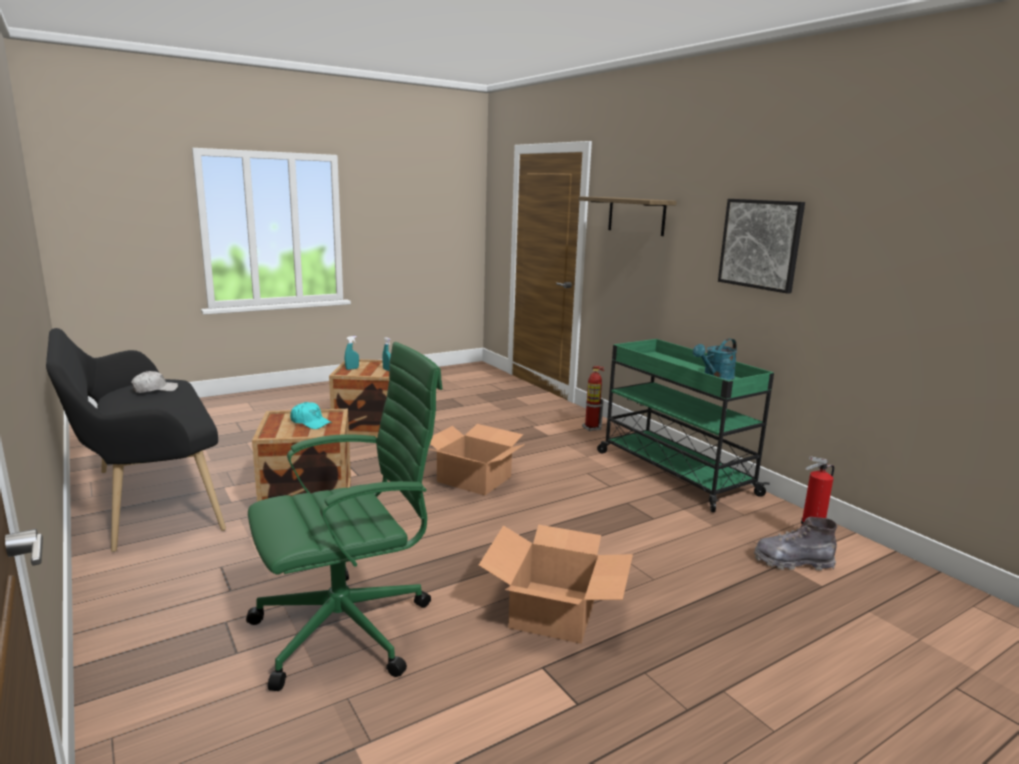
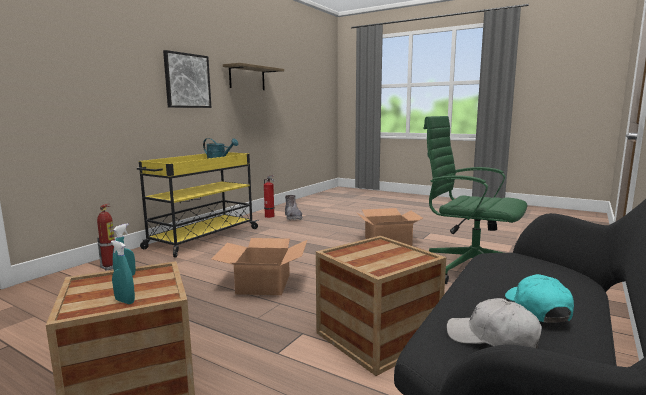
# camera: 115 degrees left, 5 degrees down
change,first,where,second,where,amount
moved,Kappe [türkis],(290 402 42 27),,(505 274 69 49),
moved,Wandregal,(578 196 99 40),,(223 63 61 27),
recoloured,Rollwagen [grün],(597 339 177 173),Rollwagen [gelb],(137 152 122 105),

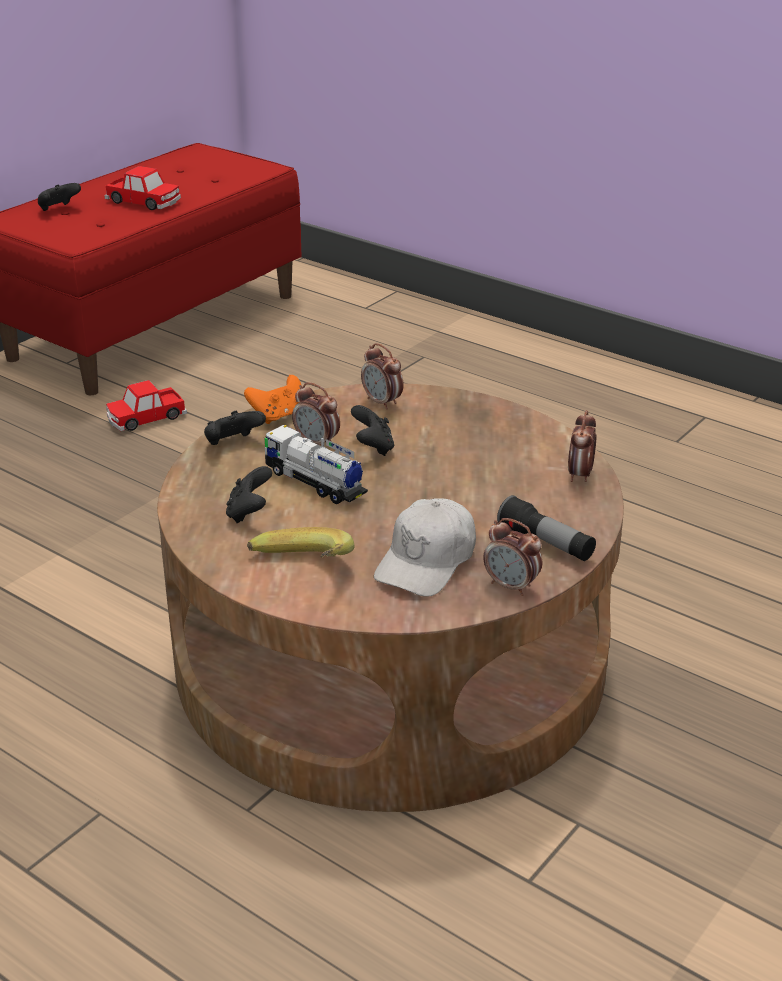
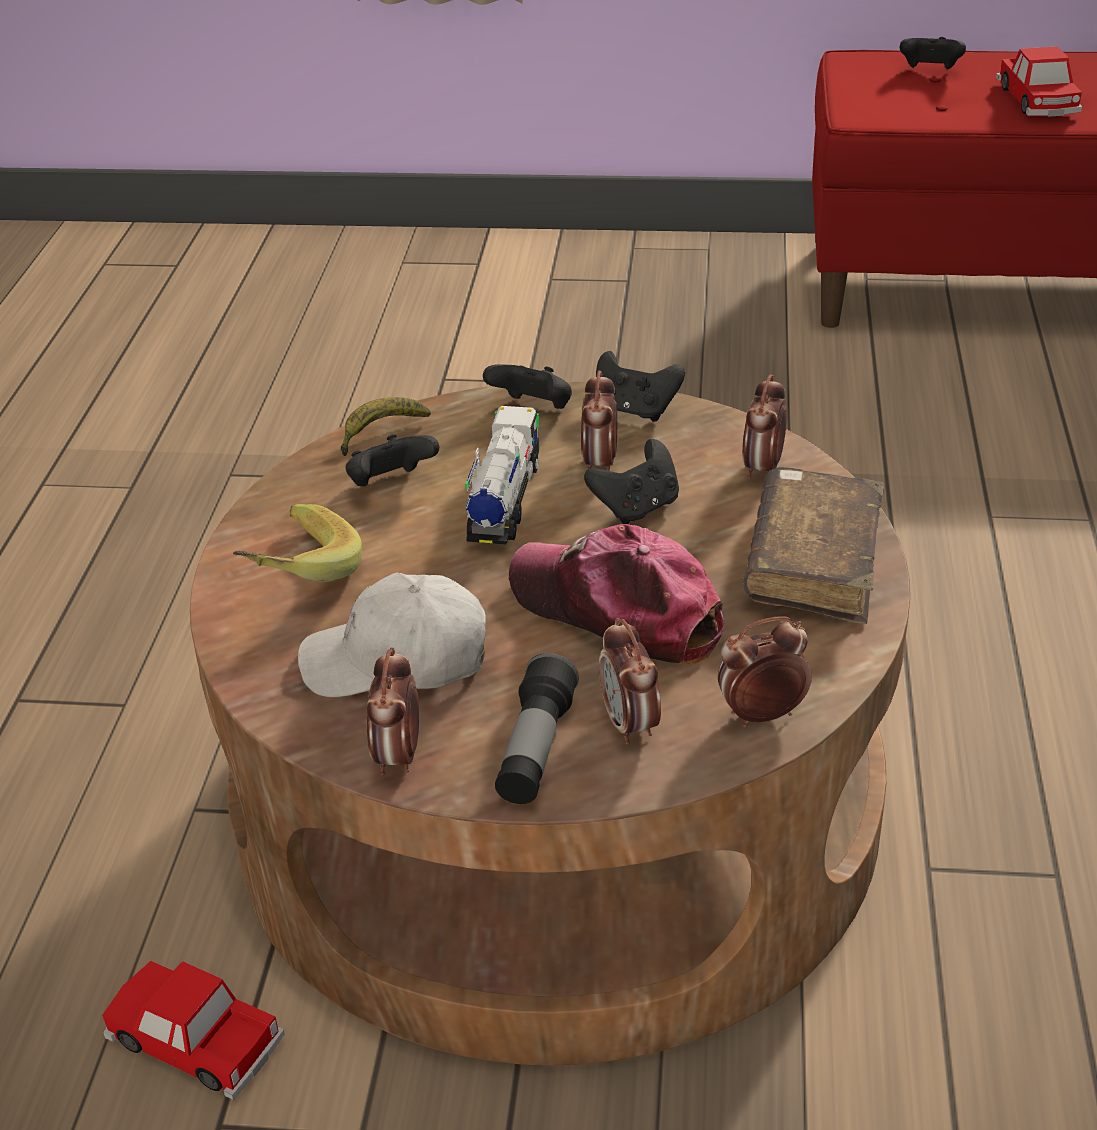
# camera: 60 degrees right, 5 degrees up
change,first,where,second,where,amount
moved,Spielzeugauto,(106 380 81 51),,(102 961 183 139),
recoloured,Gamepad [orange],(244 375 57 49),Gamepad [schwarz],(596 351 89 70),
added,,,Banane,(341 397 90 59),
added,,,Kappe,(509 524 215 141),
added,,,Wecker,(599 618 62 127),
added,,,Buch [braun],(743 467 141 157),

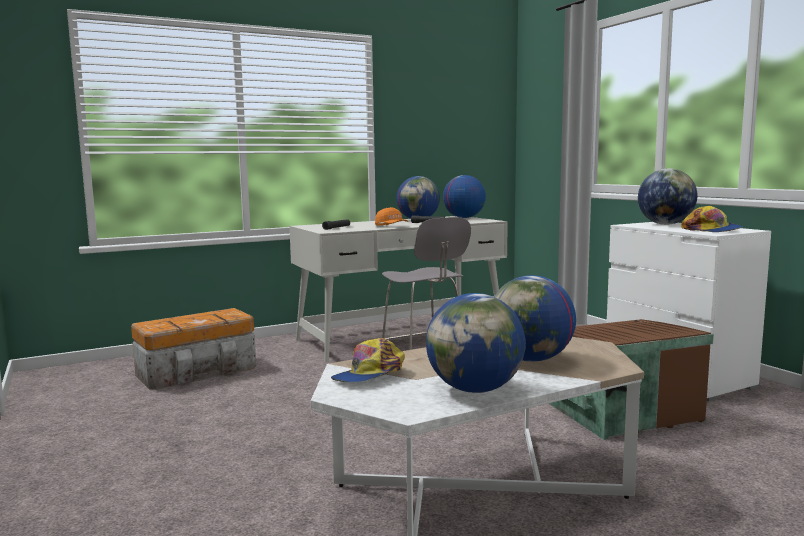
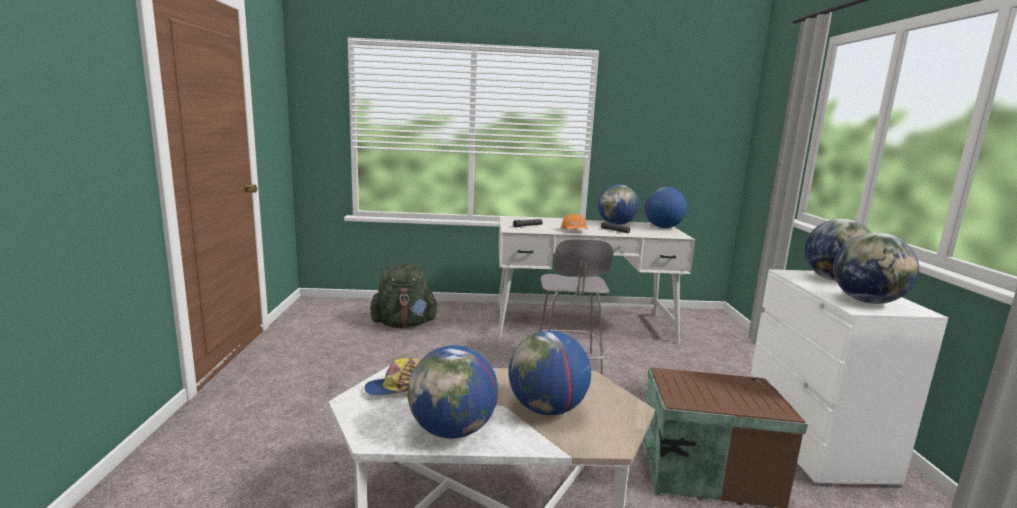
# camera: 25 degrees right, 5 degrees up
change,first,where,second,where,amount
replaced,Aufbewahrungsbox,(131 308 125 82),Rucksack [grün],(370 264 69 64),
replaced,Kappe,(681 206 61 26),Globus,(833 233 86 71),

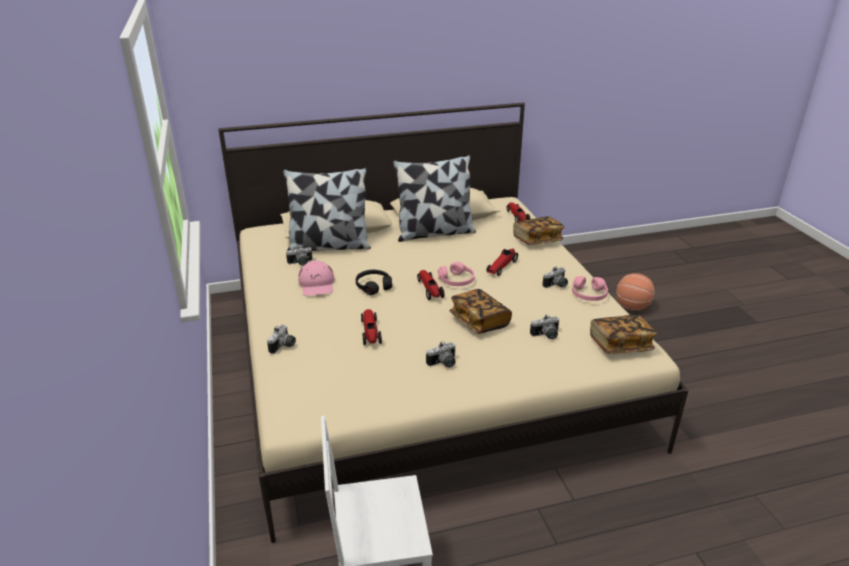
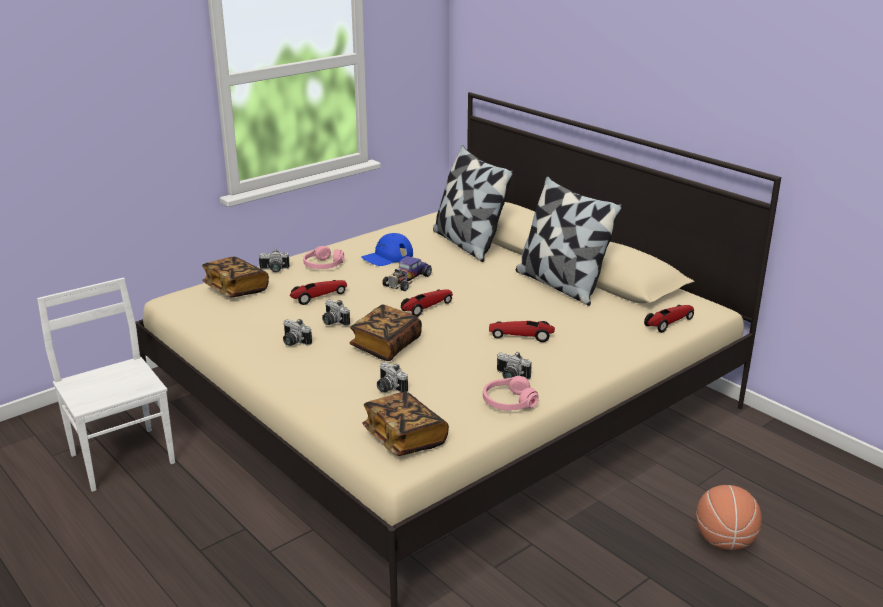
# camera: 65 degrees right, 5 degrees down
change,first,where,second,where,amount
moved,Kamera,(286 246 26 20),,(322 300 28 26),
recoloured,Kappe [rosa],(298 260 36 36),Kappe [blau],(361 233 52 33),
replaced,Kopfhörer [schwarz],(356 270 36 25),Spielzeugauto,(382 256 50 35),
moved,Kopfhörer [rosa],(438 262 37 24),,(303 246 41 23),
moved,Buch,(513 216 52 29),,(202 257 67 40),

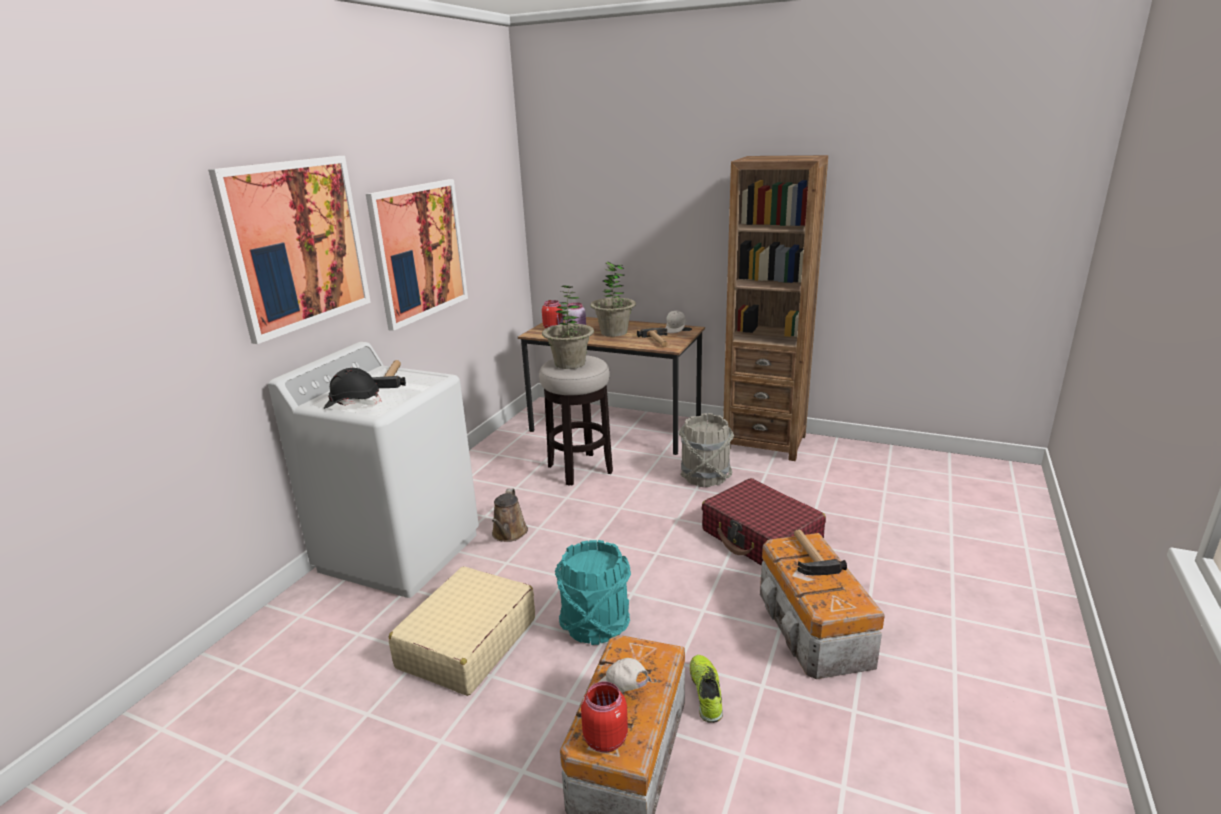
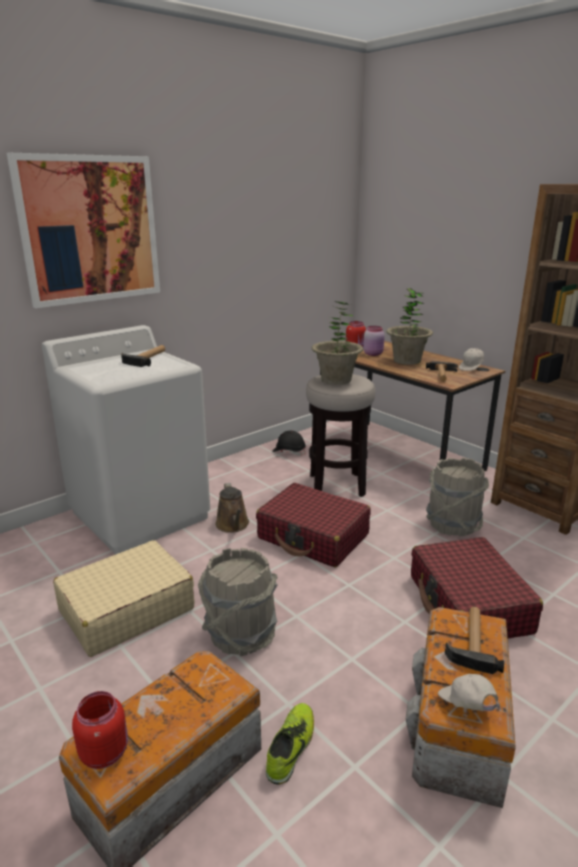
# camera: 25 degrees right, 0 degrees up
change,first,where,second,where,amount
moved,Schutzhelm [schwarz],(324 368 58 41),,(272 430 34 26),
removed,Bild,(366 179 102 152),,,
turned,Gießkanne [braun],(492 488 36 54),,(215 483 34 50),45 degrees counterclockwise
recoloured,Eimer [türkis],(555 540 76 105),Eimer [grau],(198 548 79 108),
moved,Kappe [weiß],(599 658 58 34),,(438 674 69 38),
added,,,Koffer [rot],(256 483 115 84),

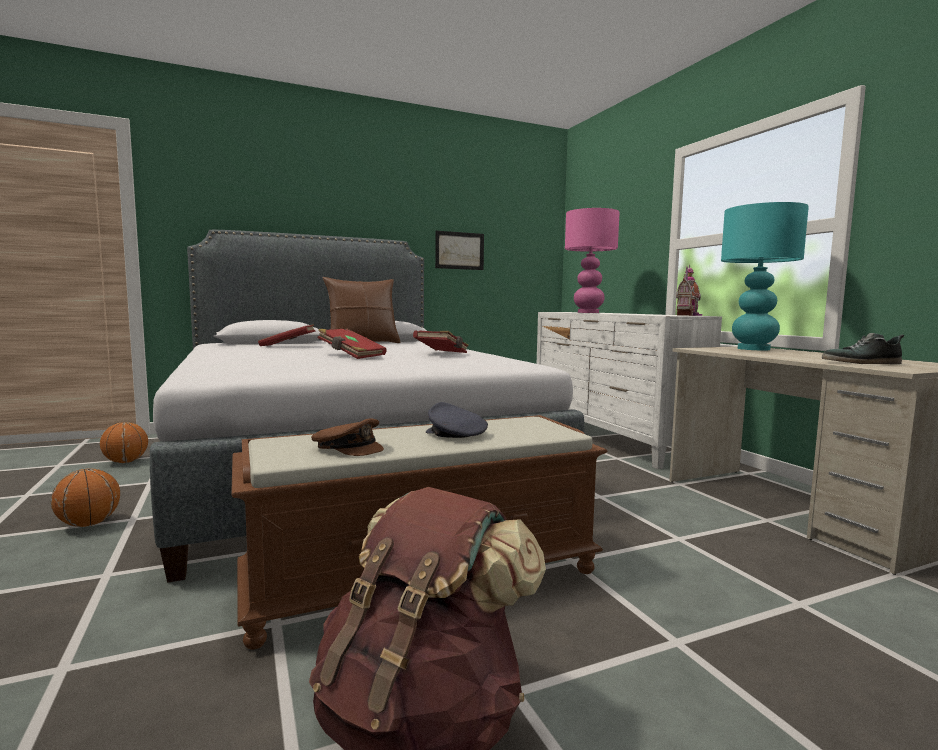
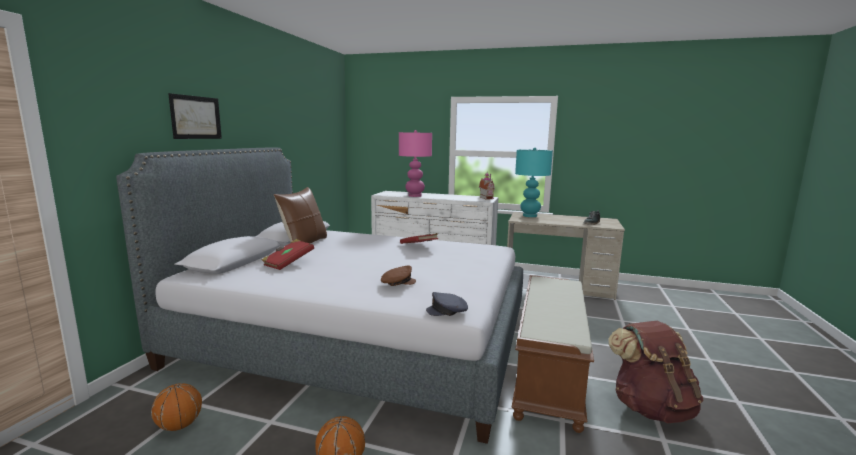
# camera: 50 degrees left, 5 degrees up
change,first,where,second,where,amount
moved,Kappe [braun],(311 418 73 38),,(381 265 35 21),
removed,Buch [rot],(318 329 69 30),,,
moved,Kappe [grau],(426 402 62 36),,(426 292 42 24),
moved,Bild,(435 231 49 39),,(168 93 54 46),

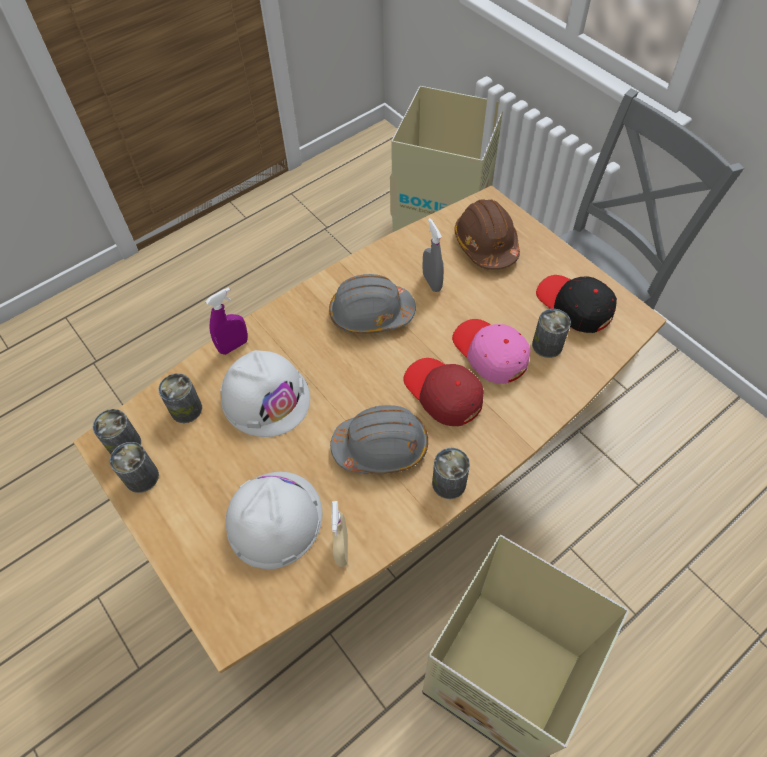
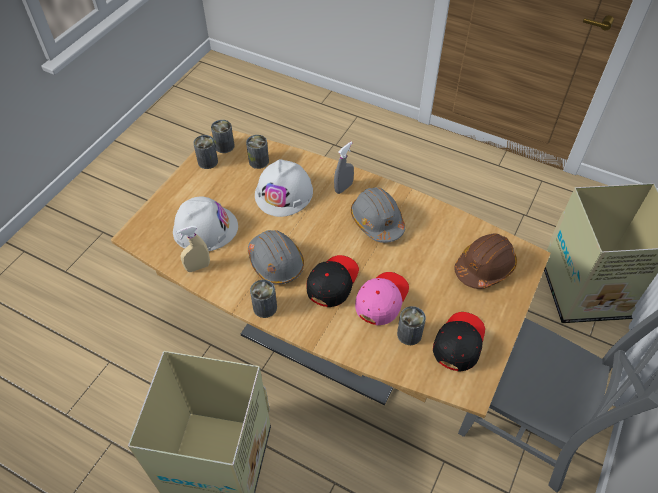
# camera: 65 degrees right, 5 degrees down
change,first,where,second,where,amount
removed,Sprühflasche [lila],(205 287 43 68),,,
recoloured,Kappe [rot],(403 358 81 68),Kappe [schwarz],(307 255 52 52),
moved,Sprühflasche [grau],(423 218 21 74),,(334 142 20 52),

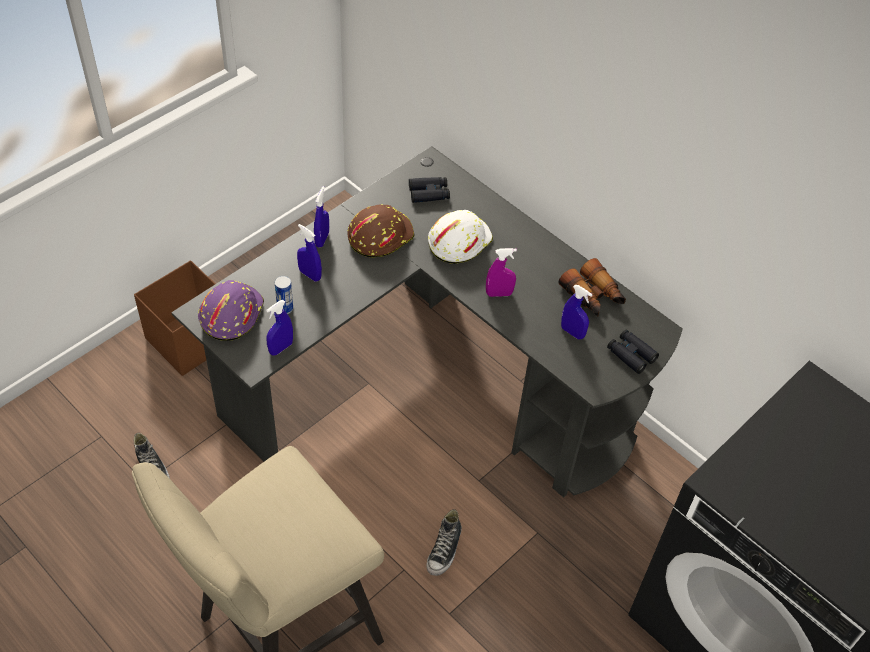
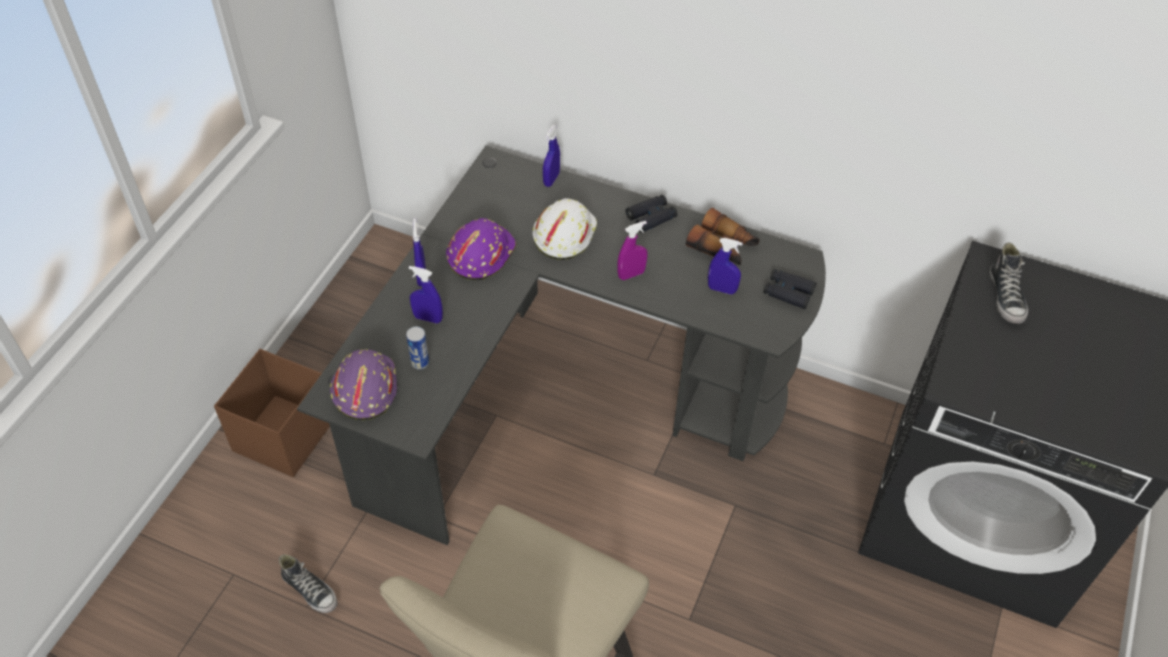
# camera: 20 degrees left, 0 degrees up
change,first,where,second,where,amount
moved,Sprühflasche [blau],(266 300 27 56),,(543 125 17 62),
recoloured,Schutzhelm [braun],(347 204 67 54),Schutzhelm [lila],(446 218 71 62),
moved,Fernglas [schwarz],(409 177 41 26),,(625 195 52 38),
moved,Schuh,(426 509 36 67),,(990 243 38 81),

